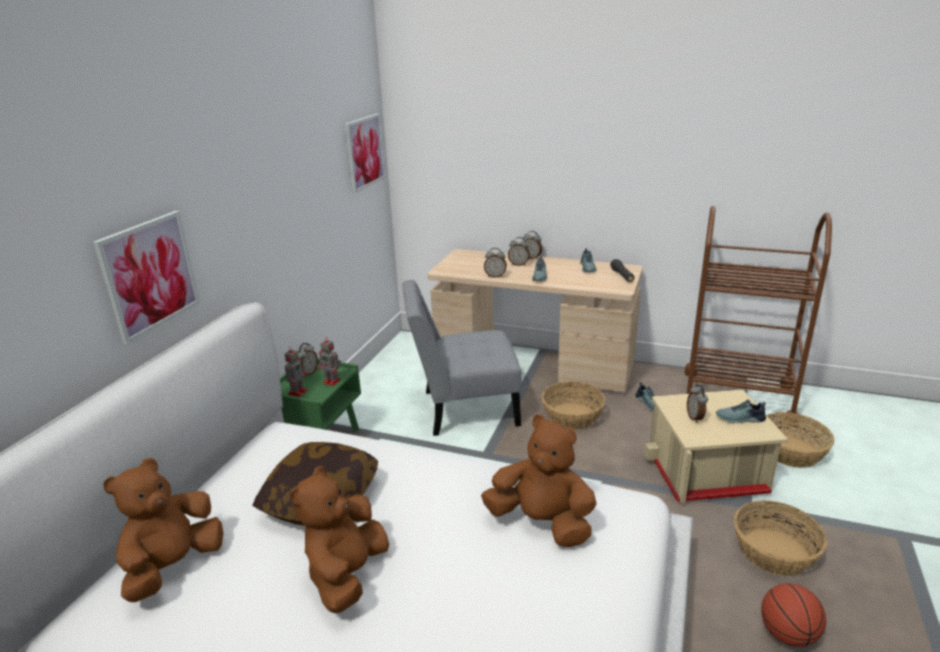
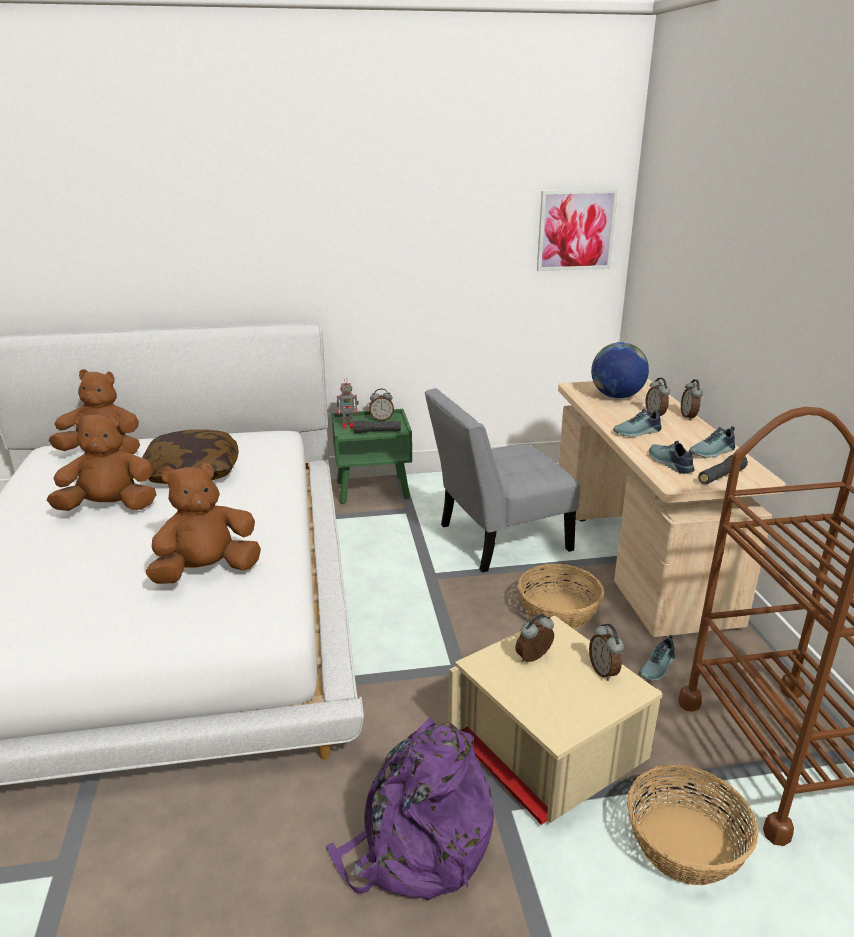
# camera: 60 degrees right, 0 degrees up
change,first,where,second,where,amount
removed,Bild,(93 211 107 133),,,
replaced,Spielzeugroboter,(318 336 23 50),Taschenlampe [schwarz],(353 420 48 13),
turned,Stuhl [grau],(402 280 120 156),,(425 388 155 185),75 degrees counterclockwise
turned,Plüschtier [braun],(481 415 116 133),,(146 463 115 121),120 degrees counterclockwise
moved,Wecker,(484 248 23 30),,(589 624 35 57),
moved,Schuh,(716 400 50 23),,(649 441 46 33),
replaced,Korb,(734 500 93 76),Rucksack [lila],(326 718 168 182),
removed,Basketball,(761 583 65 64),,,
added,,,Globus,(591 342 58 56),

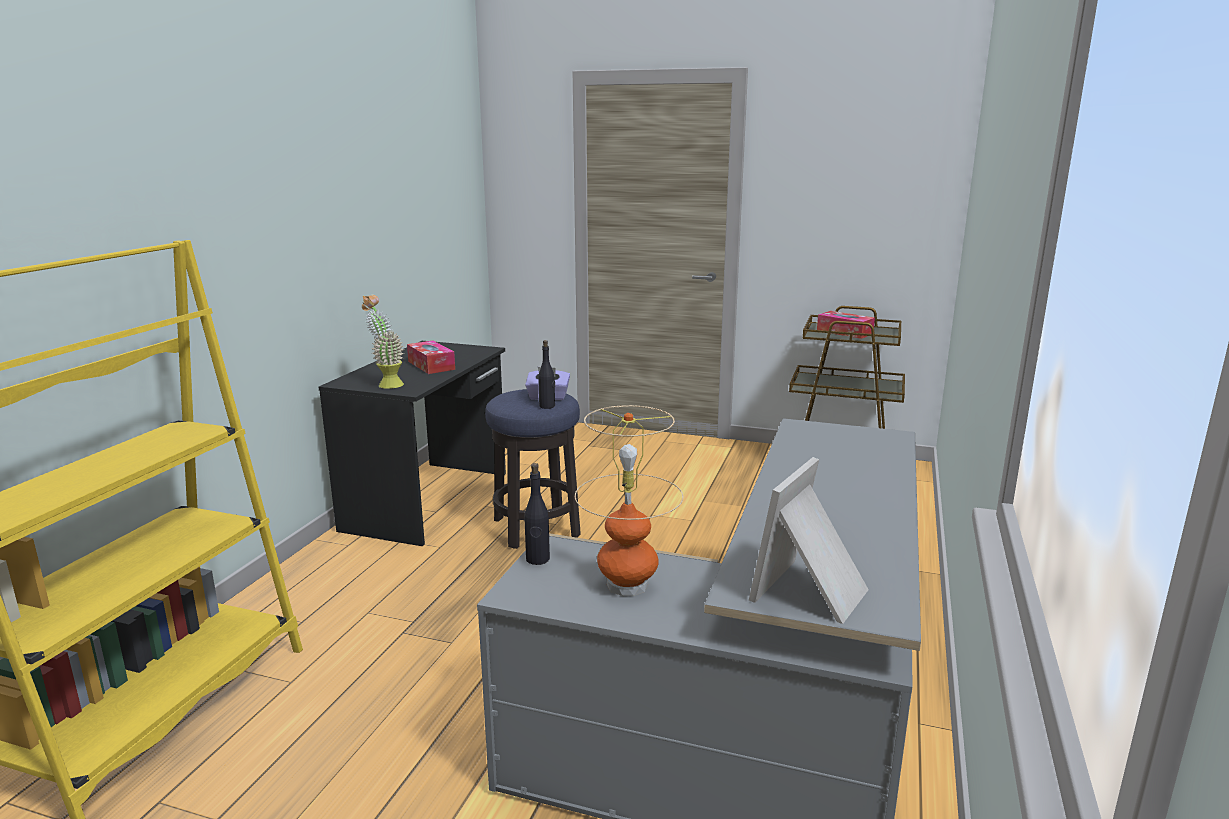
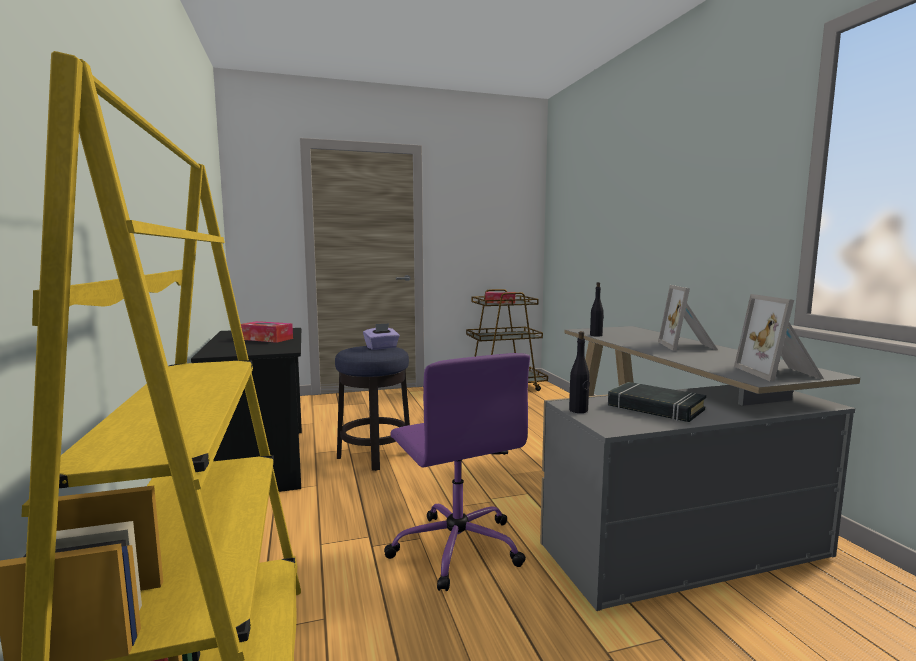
# camera: 35 degrees left, 10 degrees down
change,first,where,second,where,amount
removed,Topfpflanze,(362 295 42 94),,,
moved,Flasche [schwarz],(538 340 17 69),,(590 282 14 55),
replaced,Tischlampe,(575 405 108 191),Buch [schwarz],(608 382 98 40),
added,,,Bürostuhl [lila],(384 353 146 238),
added,,,Bilderrahmen,(658 285 60 66),

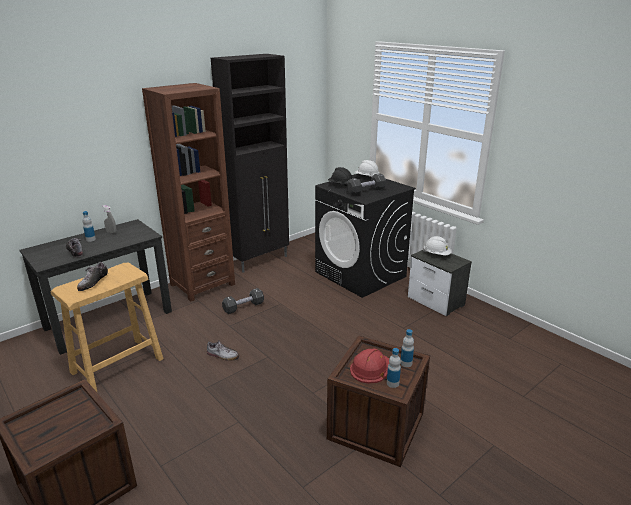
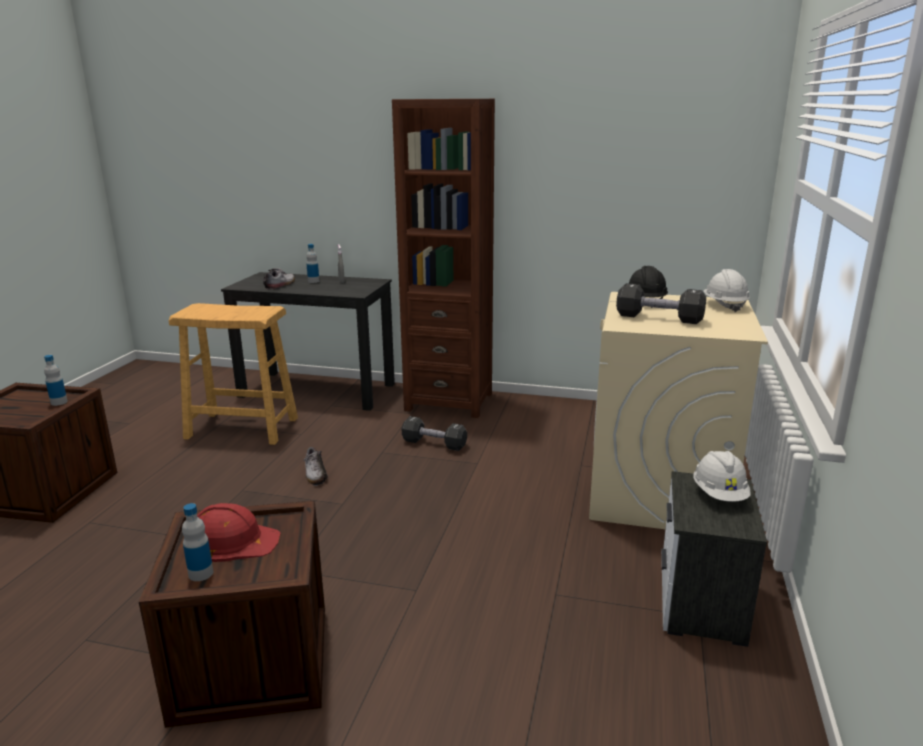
# camera: 55 degrees right, 5 degrees down
change,first,where,second,where,amount
removed,Schuh,(77 262 31 29),,,
removed,Schrank [schwarz],(211 54 78 218),,,
recoloured,Waschmaschine [schwarz],(315 174 101 124),Waschmaschine [beige],(589 292 179 237),
moved,Flasche,(400 329 14 38),,(44 355 24 51),

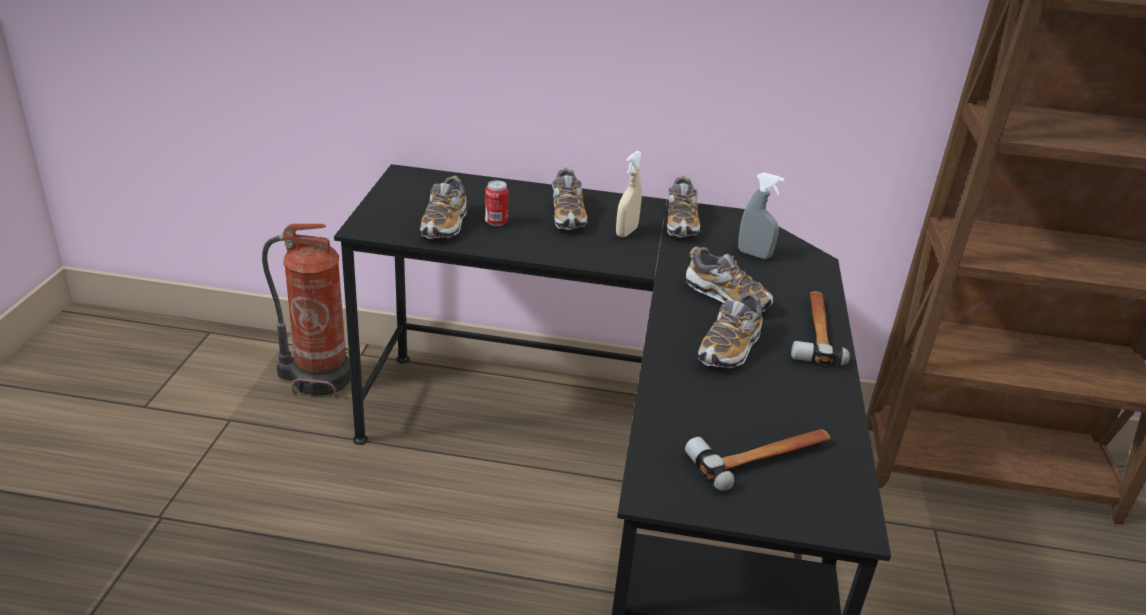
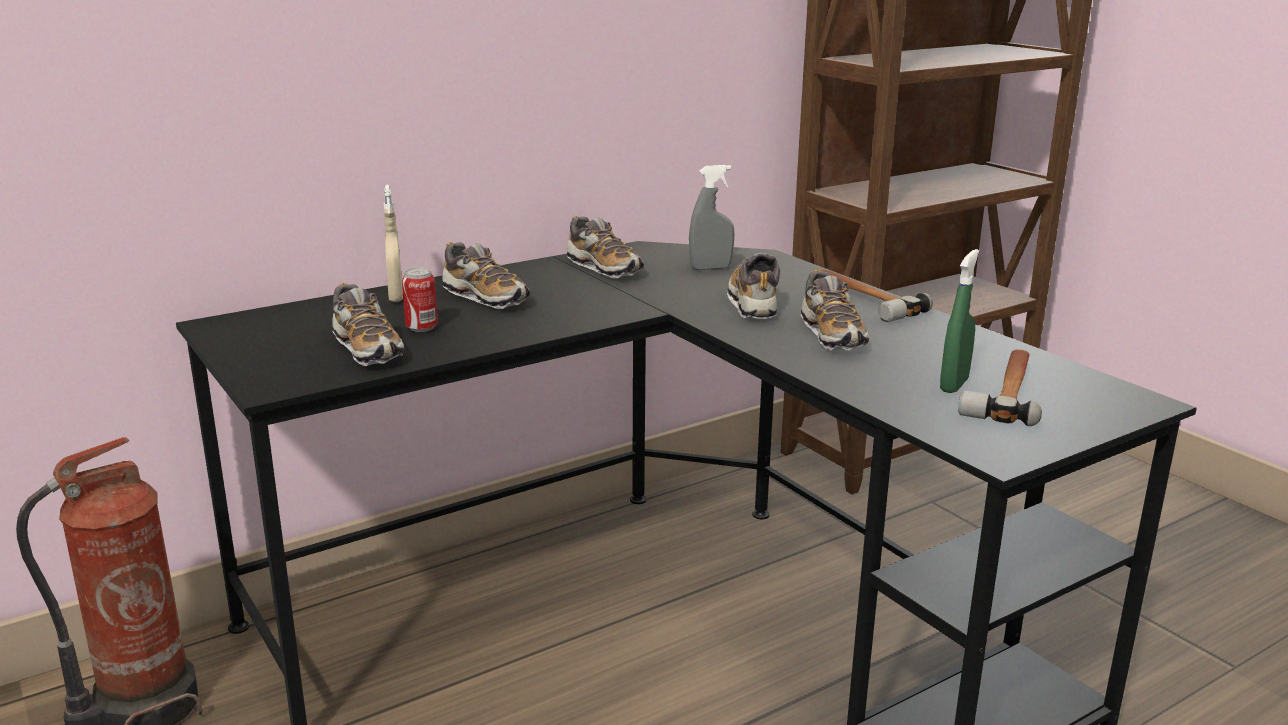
# camera: 40 degrees left, 10 degrees down
change,first,where,second,where,amount
moved,Sprühflasche [beige],(616 151 26 86),,(384 185 19 117),
turned,Schuh,(686 246 88 66),,(727 253 53 66),90 degrees counterclockwise
added,,,Sprühflasche [grün],(940 249 39 144),

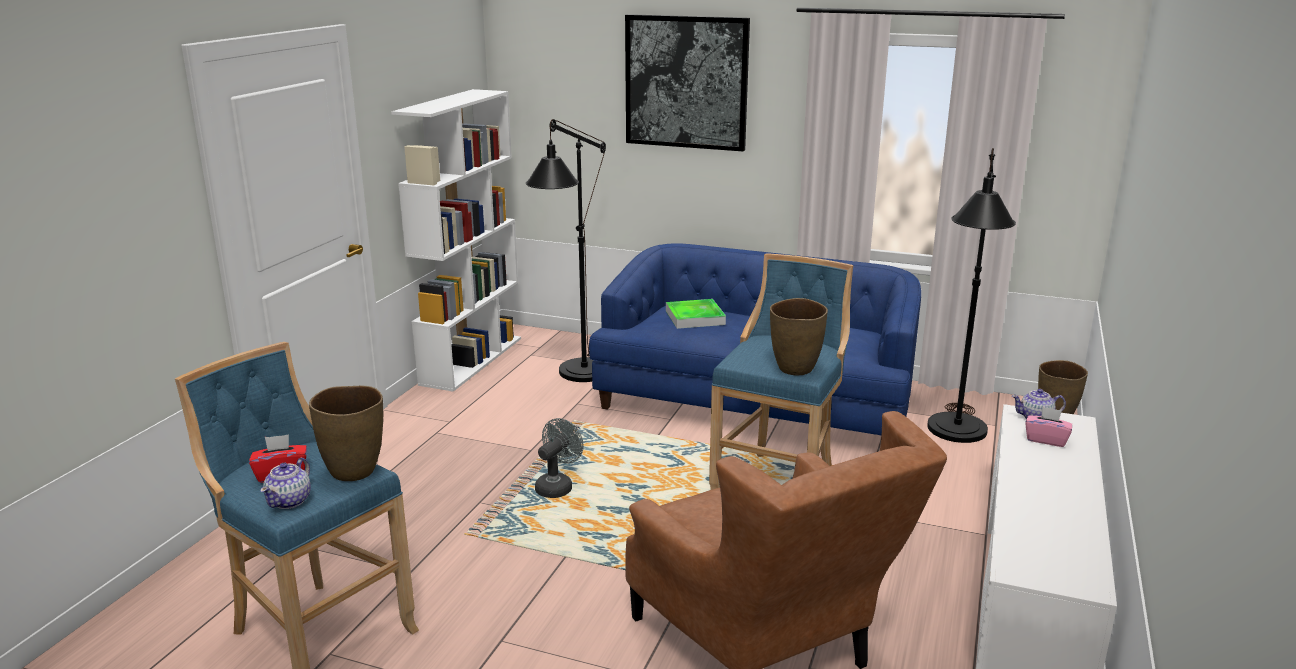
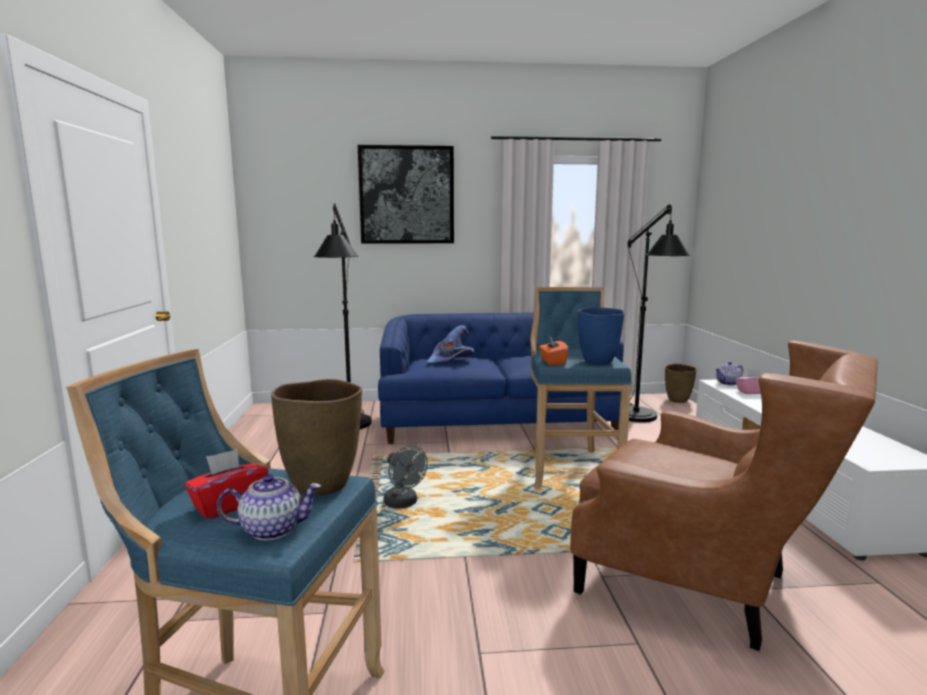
# camera: 25 degrees left, 10 degrees down
change,first,where,second,where,amount
turned,Teekanne,(260 458 51 51),,(217 474 104 67),90 degrees counterclockwise
removed,Bücherregal [weiß],(391 89 130 303),,,
turned,Ventilator [grau],(535 418 48 80),,(384 445 44 64),135 degrees clockwise
replaced,Tablett,(666 299 60 30),Hut [lila],(427 325 47 39),
recoloured,Vase [braun],(770 298 58 77),Vase [blau],(578 307 46 58),
added,,,Taschentuchbox [orange],(539 336 30 29),

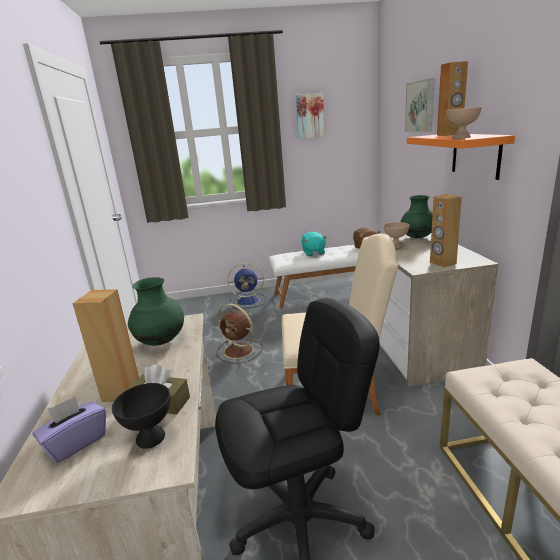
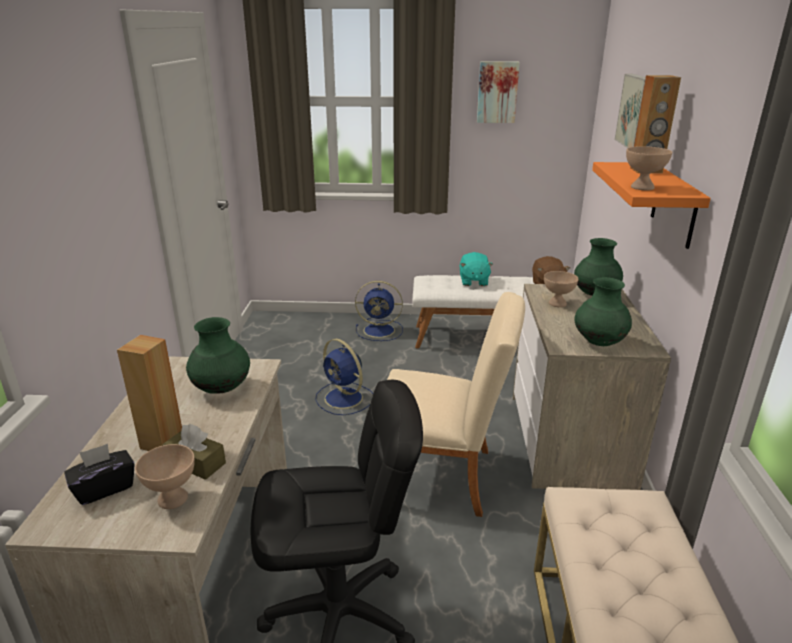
# camera: 10 degrees right, 5 degrees up
change,first,where,second,where,amount
recoloured,Taschentuchbox [lila],(32 396 74 67),Taschentuchbox [schwarz],(64 444 71 61),
recoloured,Schüssel [schwarz],(112 383 58 66),Schüssel [beige],(135 444 60 65),
recoloured,Ventilator [braun],(216 304 47 60),Ventilator [blau],(315 339 58 76),
replaced,Lautsprecher [braun],(430 194 32 73),Vase [grün],(574 277 58 69),

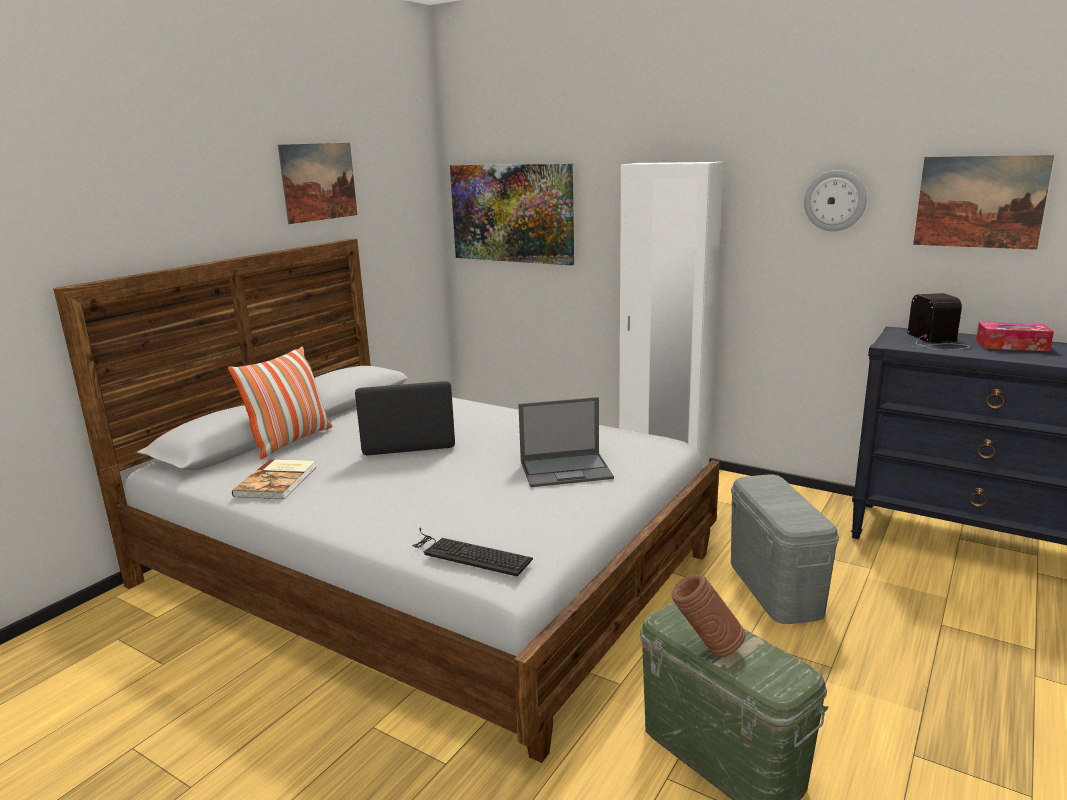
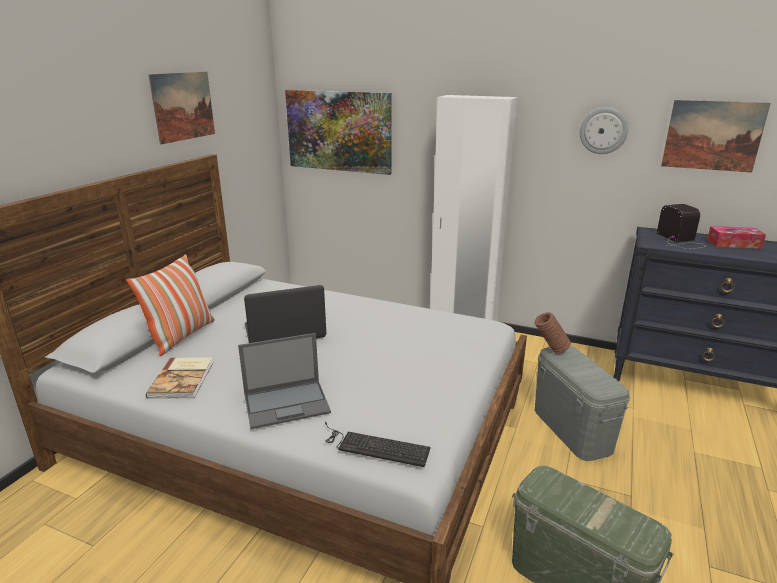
# camera: 10 degrees left, 5 degrees up
change,first,where,second,where,amount
moved,Laptop,(518 397 96 90),,(238 333 93 96),
moved,Vase [braun],(672 574 73 83),,(534 312 37 42),

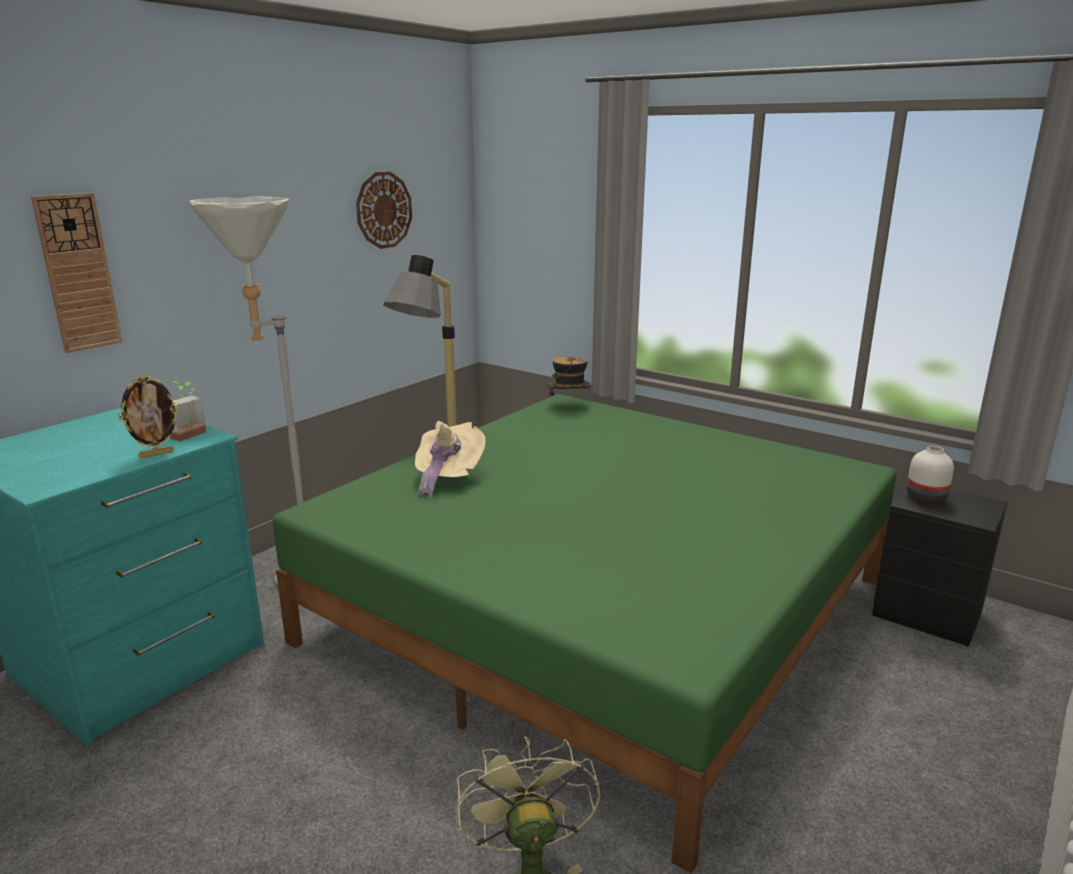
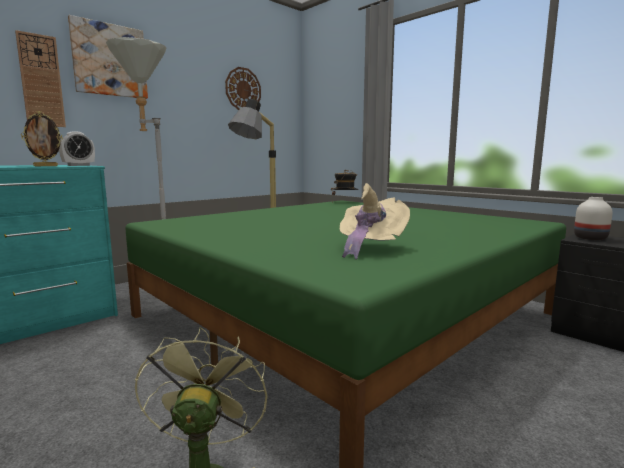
# camera: 10 degrees right, 10 degrees down
change,first,where,second,where,amount
replaced,Topfpflanze,(170 381 37 60),Wecker,(59 132 36 34),
moved,Hut [beige],(415 421 71 77),,(340 183 70 76),
added,,,Bild,(68 15 80 84),

